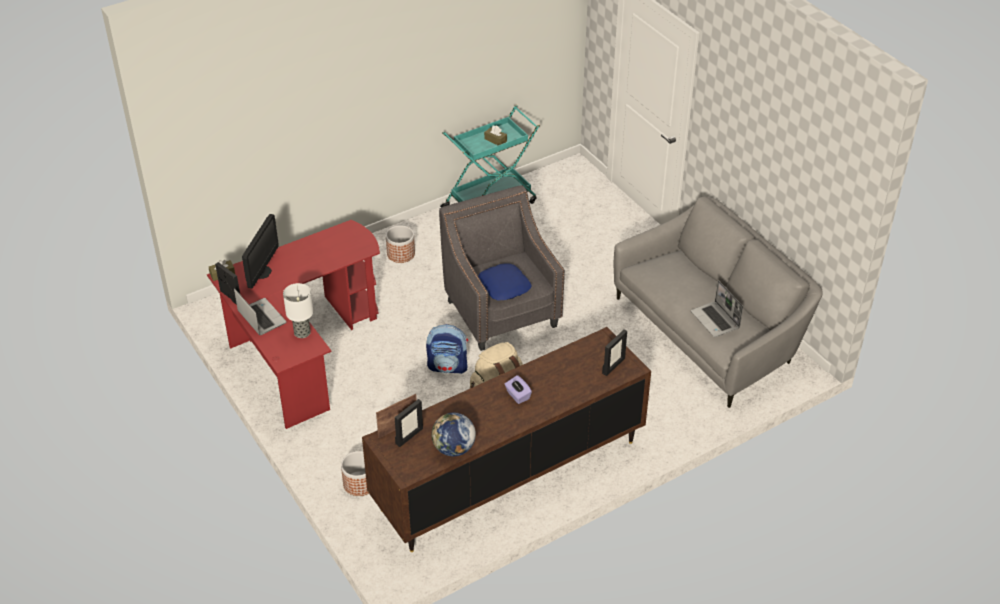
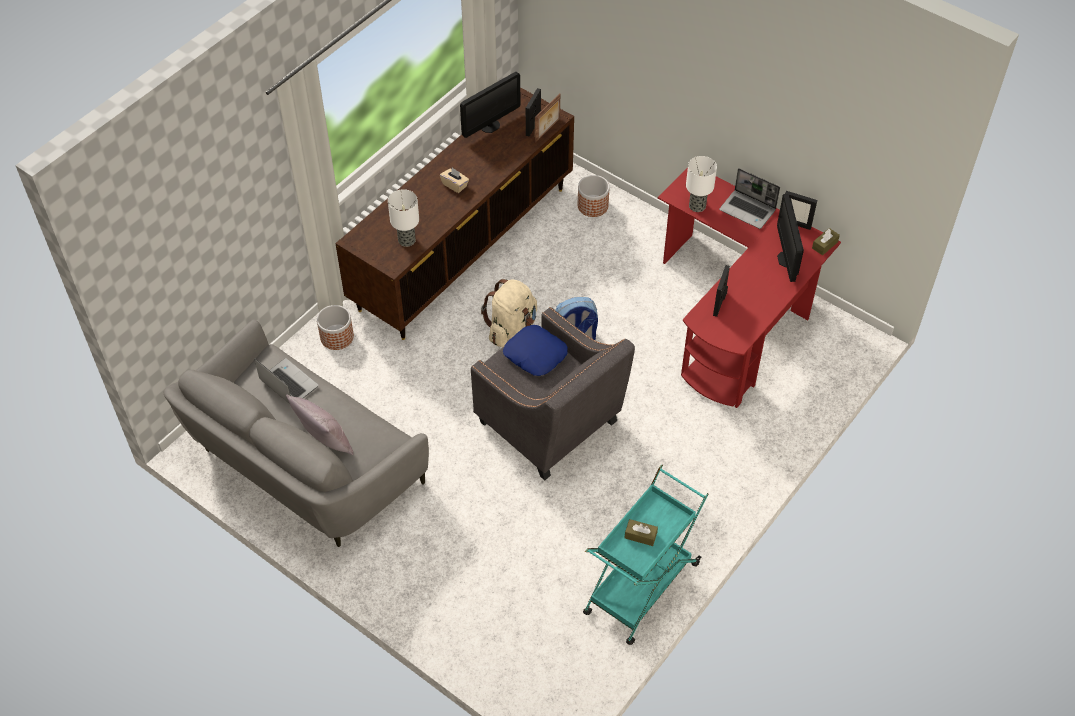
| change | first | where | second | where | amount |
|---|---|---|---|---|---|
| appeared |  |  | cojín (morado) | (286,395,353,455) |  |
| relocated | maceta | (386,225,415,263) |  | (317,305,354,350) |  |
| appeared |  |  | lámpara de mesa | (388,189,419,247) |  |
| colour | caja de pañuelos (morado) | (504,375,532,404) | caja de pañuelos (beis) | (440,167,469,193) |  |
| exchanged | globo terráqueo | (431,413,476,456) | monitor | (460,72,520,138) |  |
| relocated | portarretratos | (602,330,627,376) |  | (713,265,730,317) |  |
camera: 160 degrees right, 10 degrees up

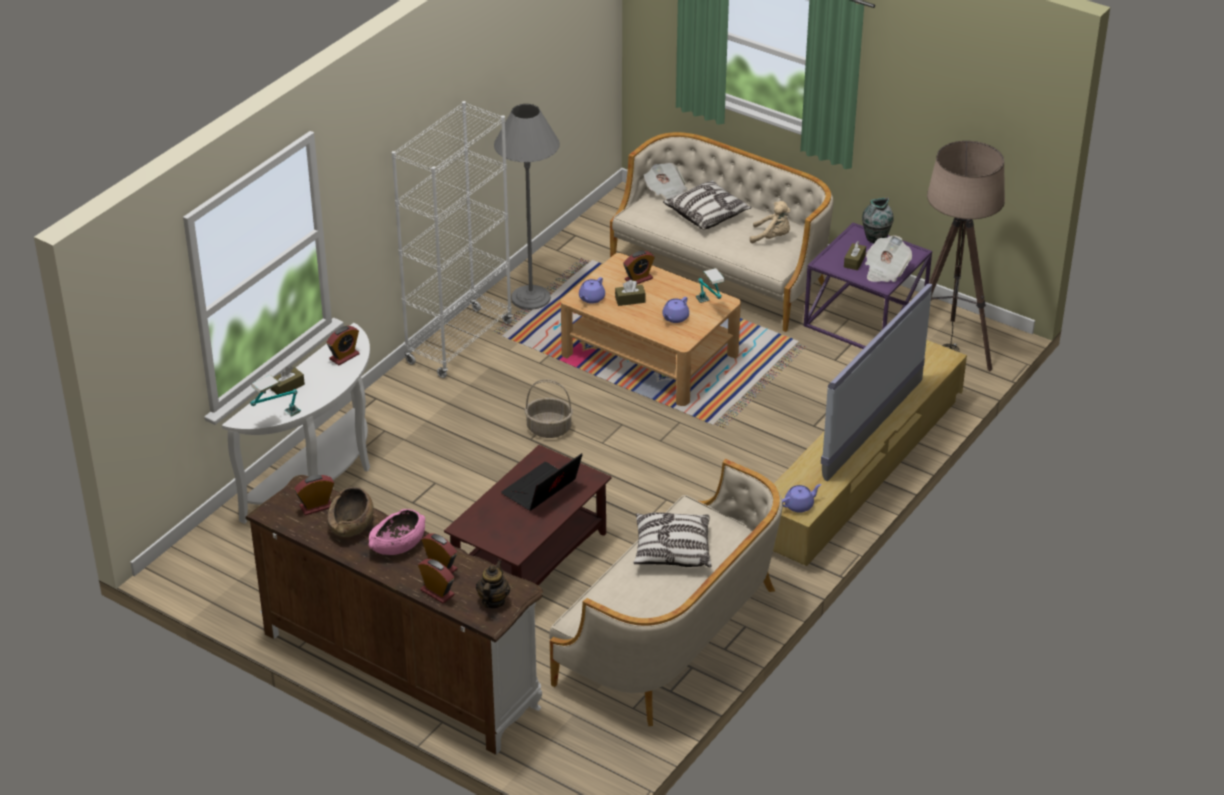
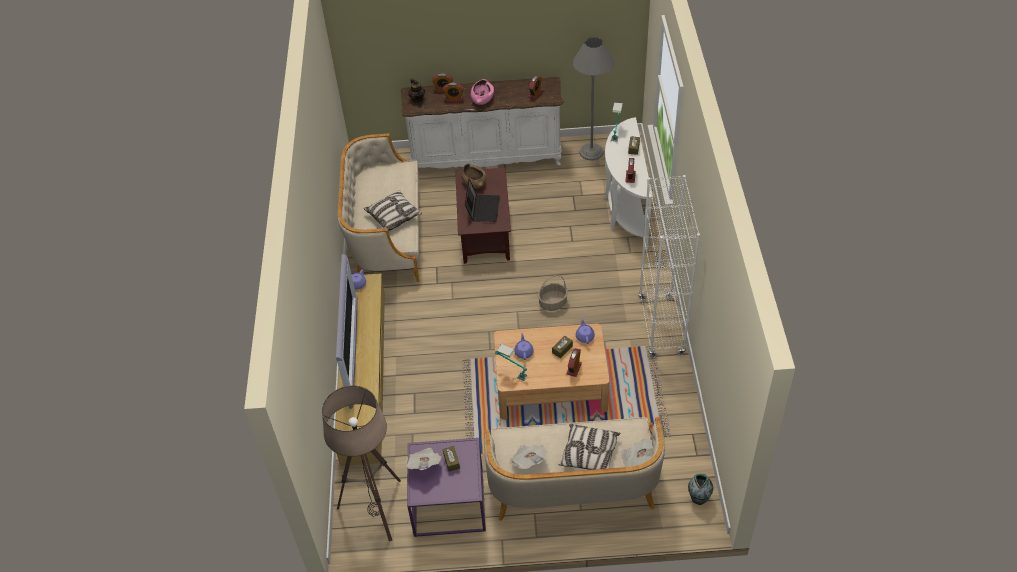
| change | first | where | second | where | amount |
|---|---|---|---|---|---|
| relocated | cuenco (marrón) | (327,487,374,537) |  | (461,163,486,189) |  |
| exchanged | peluche (beis) | (750,201,790,244) | periódico | (510,445,547,469) |  |
| relocated | lámpara de pie (gris) | (494,104,560,310) |  | (573,37,614,160) |  |
| relocated | florero | (862,198,894,243) |  | (688,473,713,505) |  |
camera: 145 degrees right, 10 degrees up

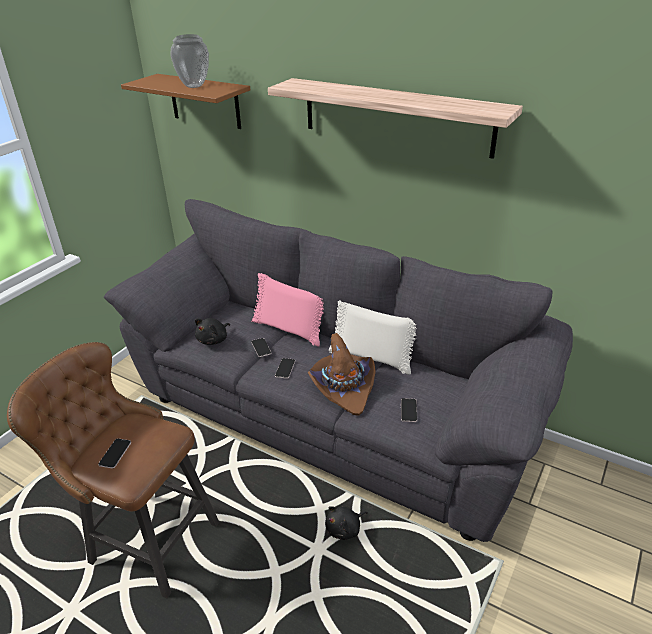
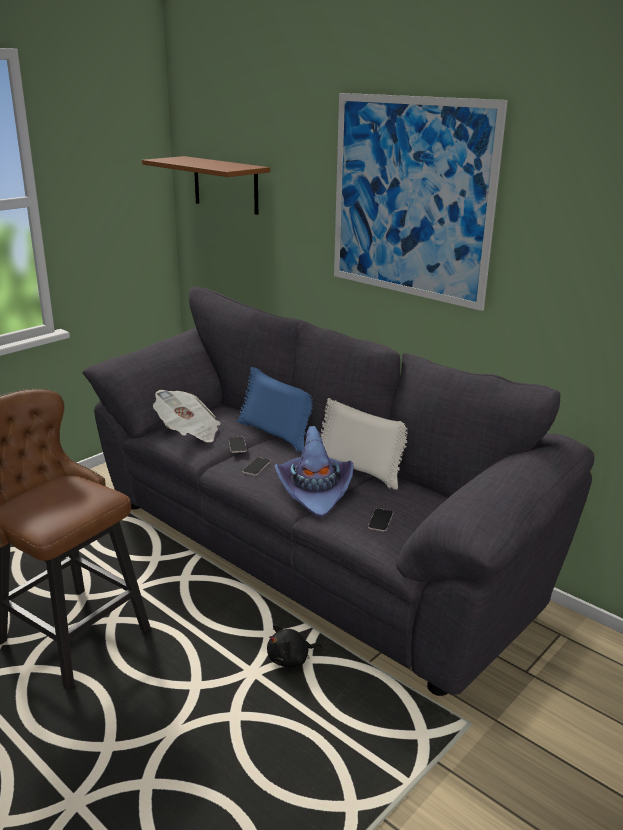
| change | first | where | second | where | amount |
|---|---|---|---|---|---|
| exchanged | peluche (negro) | (195,318,230,345) | periódico | (153,390,220,442) |  |
| colour | cojín (rosa) | (251,273,324,346) | cojín (azul) | (236,367,313,452) |  |
| colour | sombrero (marrón) | (307,333,376,416) | sombrero (morado) | (274,426,354,518) |  |
| exchanged | estante | (268,78,523,159) | cuadro | (334,93,508,311) |  |
| missing | móvil | (98,438,131,468) |  |  |  |
| missing | florero | (170,34,209,88) |  |  |  |
camera: 10 degrees right, 10 degrees down

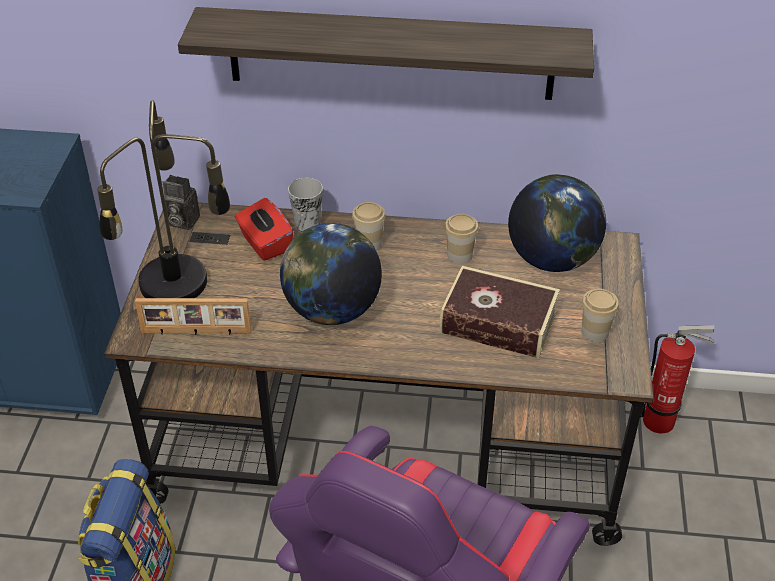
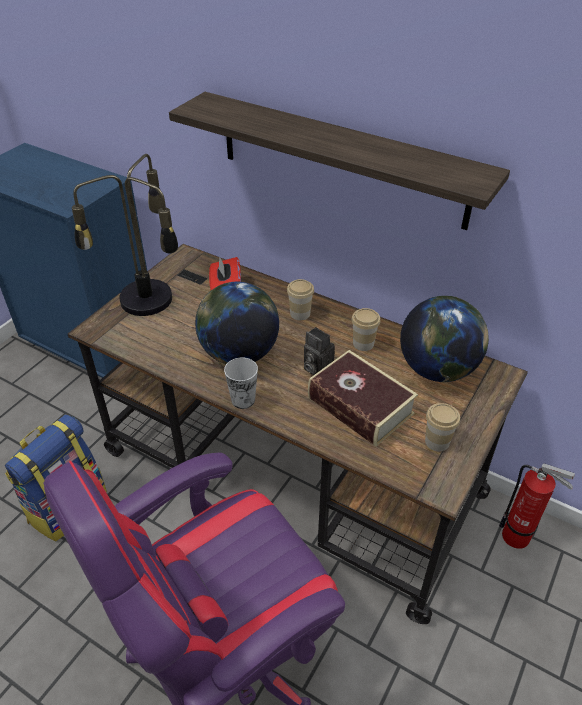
| change | first | where | second | where | amount |
|---|---|---|---|---|---|
| relocated | taza | (288,178,323,232) |  | (224,357,258,409) |  |
| relocated | cámara | (163,175,200,230) |  | (304,327,335,375) |  |
| missing | portarretratos | (135,298,251,335) |  |  |  |
camera: 25 degrees right, 0 degrees up

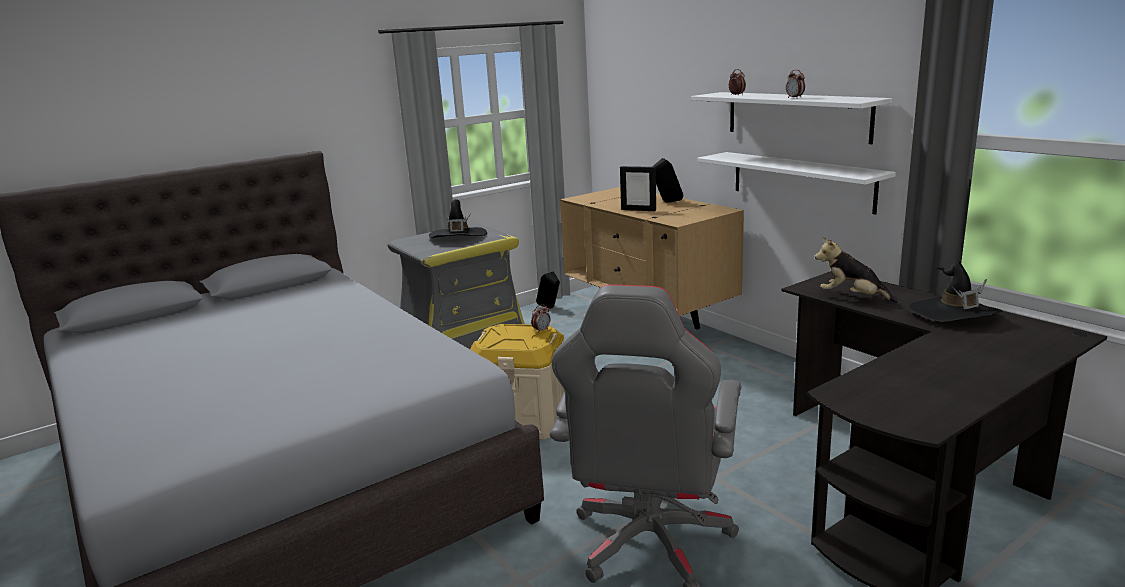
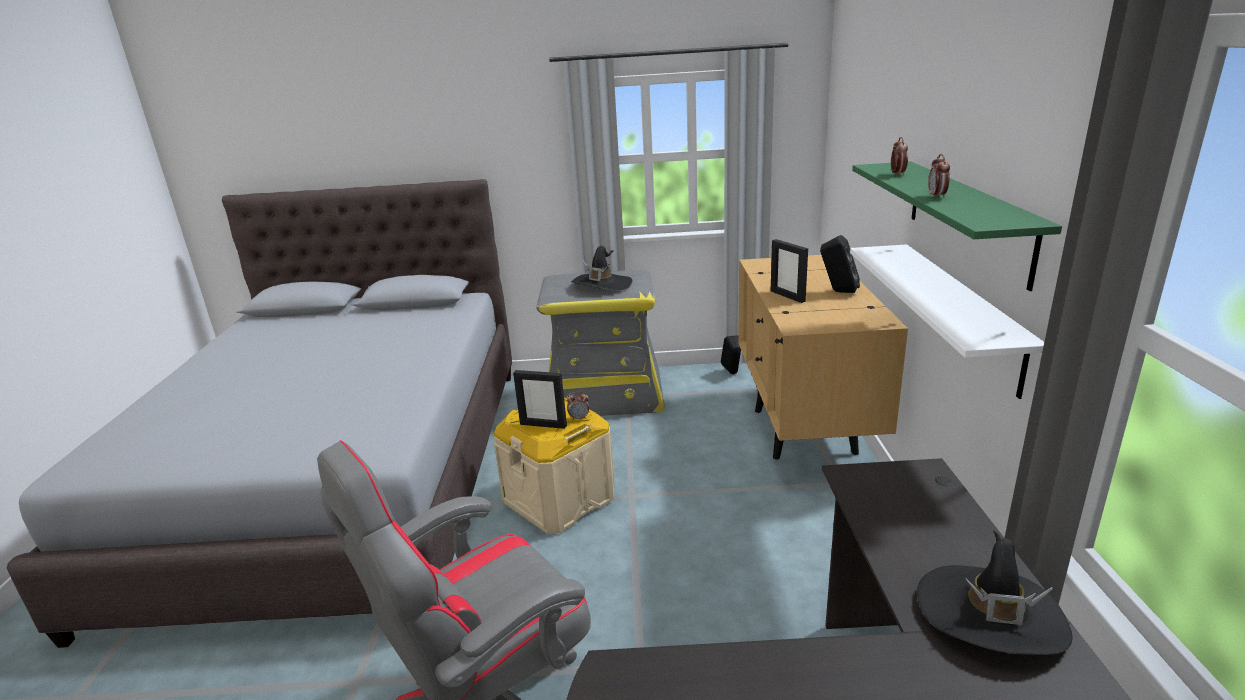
| change | first | where | second | where | amount |
|---|---|---|---|---|---|
| appeared |  |  | portarretratos | (513,370,567,429) |  |
| colour | estante (blanco) | (691,92,892,144) | estante (verde) | (852,161,1062,291) |  |
| missing | peluche | (815,237,899,303) |  |  |  |
camera: 35 degrees right, 5 degrees up

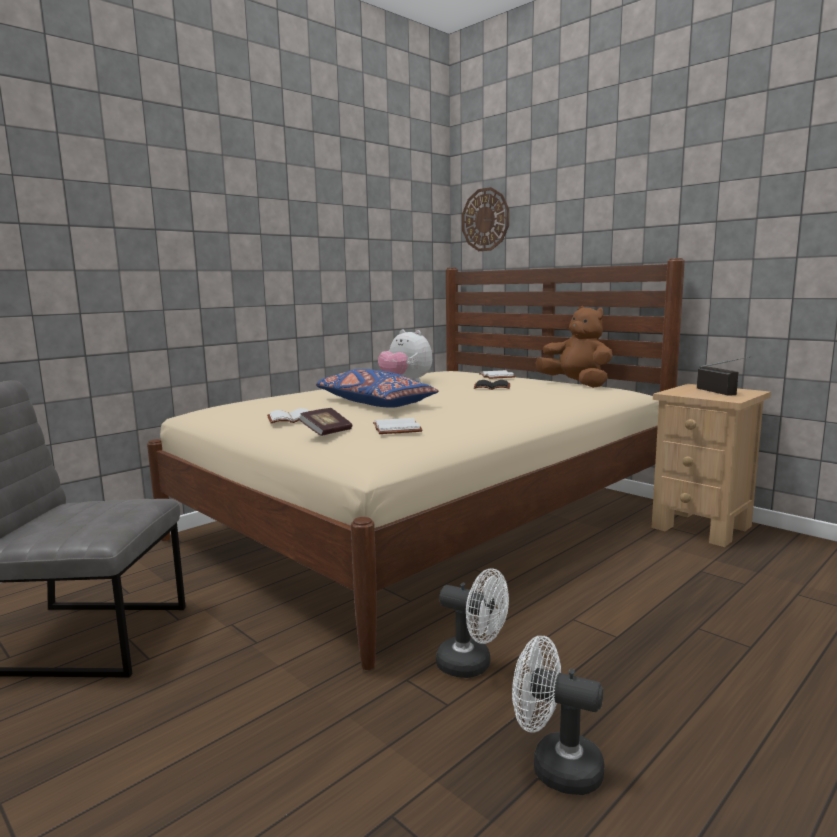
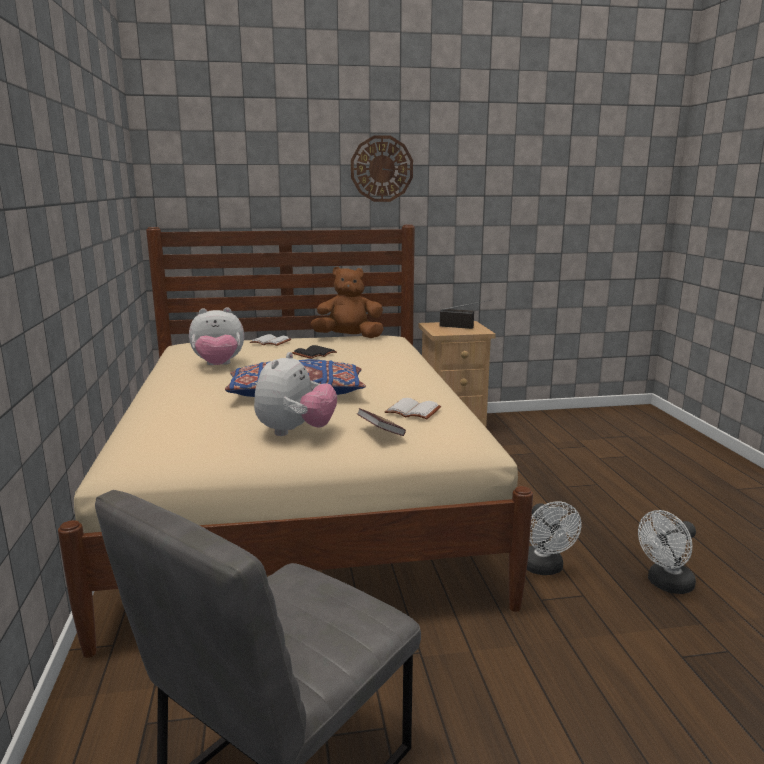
| change | first | where | second | where | amount |
|---|---|---|---|---|---|
| exchanged | libro (blanco) | (267,408,308,423) | peluche | (254,352,337,436) |  |
| relocated | reloj de pared | (462,187,509,251) |  | (351,135,413,202) |  |
| spun | ventilador (blanco) | (436,568,509,678) |  | (527,501,581,575) | 105 degrees clockwise |
camera: 55 degrees left, 5 degrees up

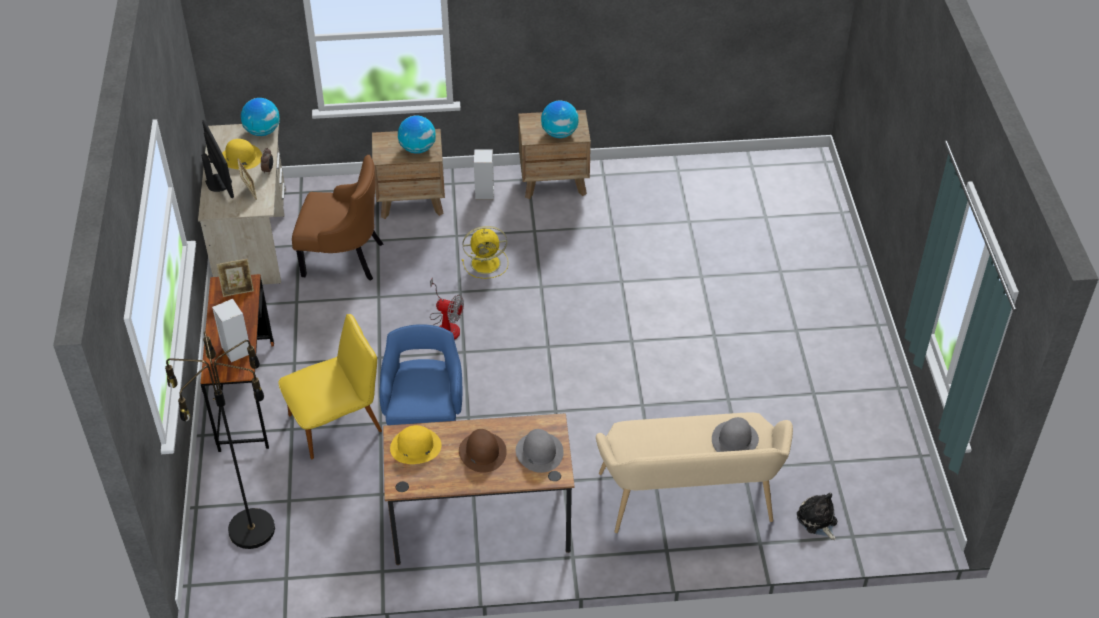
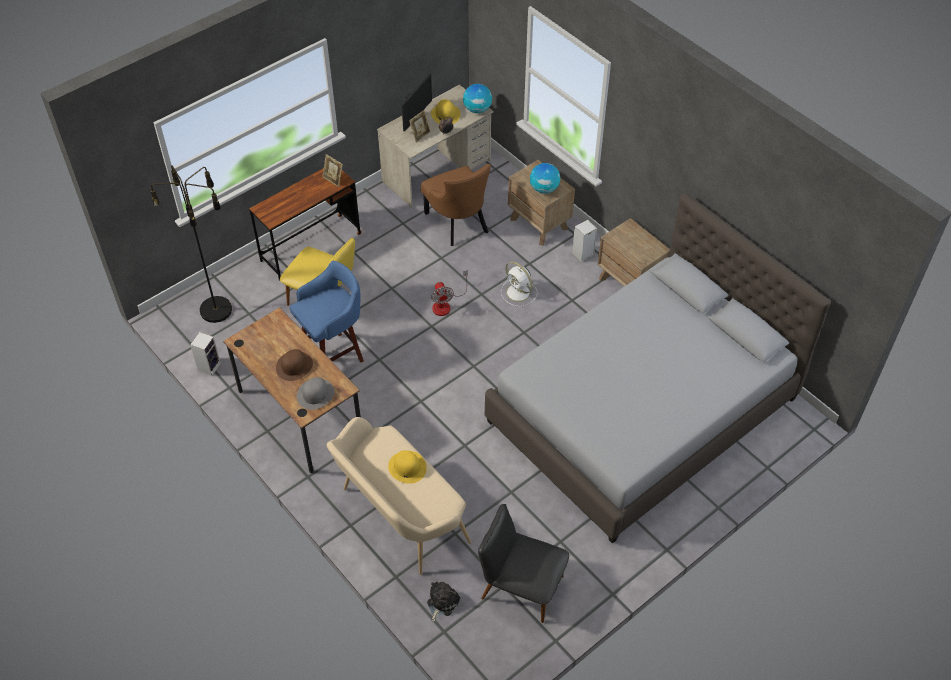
| change | first | where | second | where | amount |
|---|---|---|---|---|---|
| relocated | altavoz | (212,299,249,362) |  | (190,332,221,376) |  |
| relocated | sombrero (amarillo) | (390,425,441,464) |  | (388,450,427,484) |  |
| appeared |  |  | silla (negro) | (478,504,569,623) |  |
| appeared |  |  | cama (gris) | (485,193,831,544) |  |
| colour | ventilador (amarillo) | (462,226,508,279) | ventilador (blanco) | (501,262,538,307) |  |
| missing | globo terráqueo | (541,100,579,138) |  |  |  |
| missing | sombrero (gris) | (712,417,759,452) |  |  |  |
camera: 55 degrees right, 5 degrees up

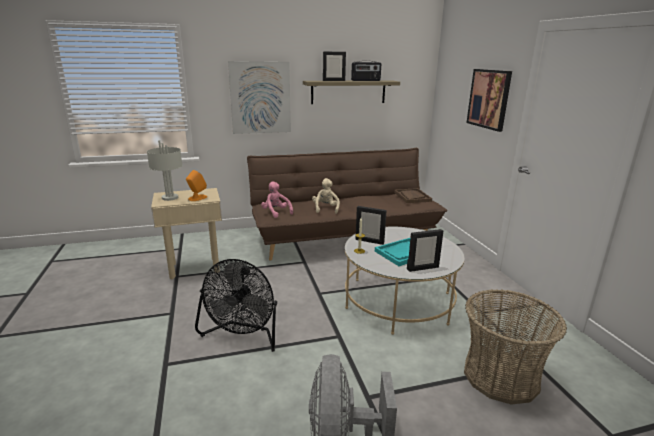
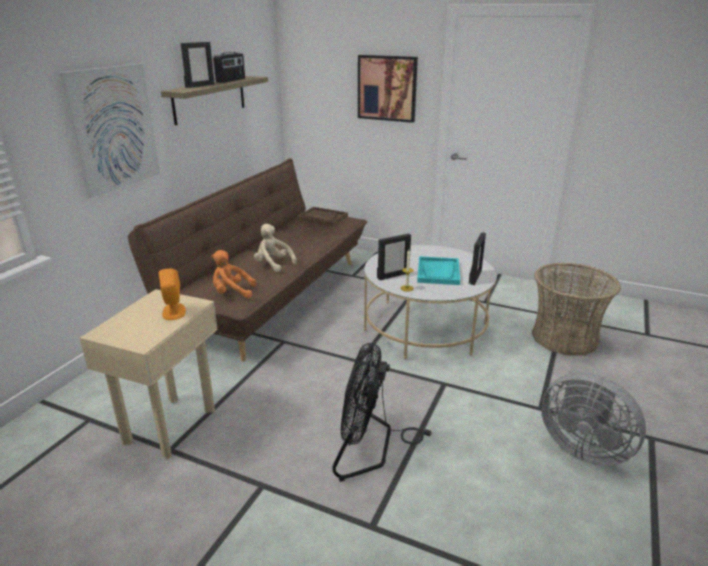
| change | first | where | second | where | amount |
|---|---|---|---|---|---|
| colour | peluche (rosa) | (261,181,293,218) | peluche (naranja) | (211,250,256,299) |  |
| spun | ventilador (negro) | (195,259,277,352) |  | (332,342,433,482) | 135 degrees clockwise |
| missing | lámpara de mesa (gris) | (147,140,183,201) |  |  |  |
camera: 50 degrees left, 5 degrees up

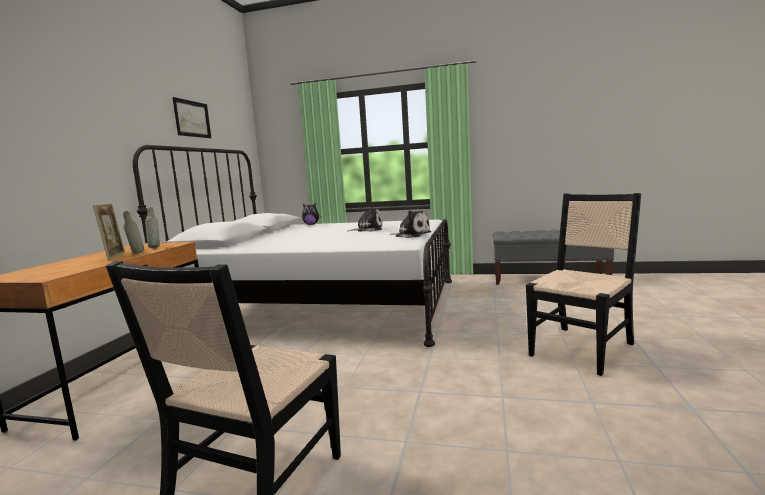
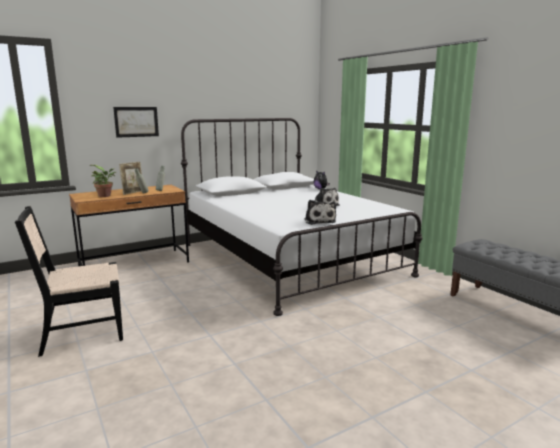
| change | first | where | second | where | amount |
|---|---|---|---|---|---|
| appeared |  |  | planta en maceta | (89,165,116,197) |  |
| relocated | cuadro | (172,97,211,138) |  | (113,107,159,138) |  |
| missing | silla | (526,193,641,376) |  |  |  |
camera: 45 degrees right, 5 degrees up

